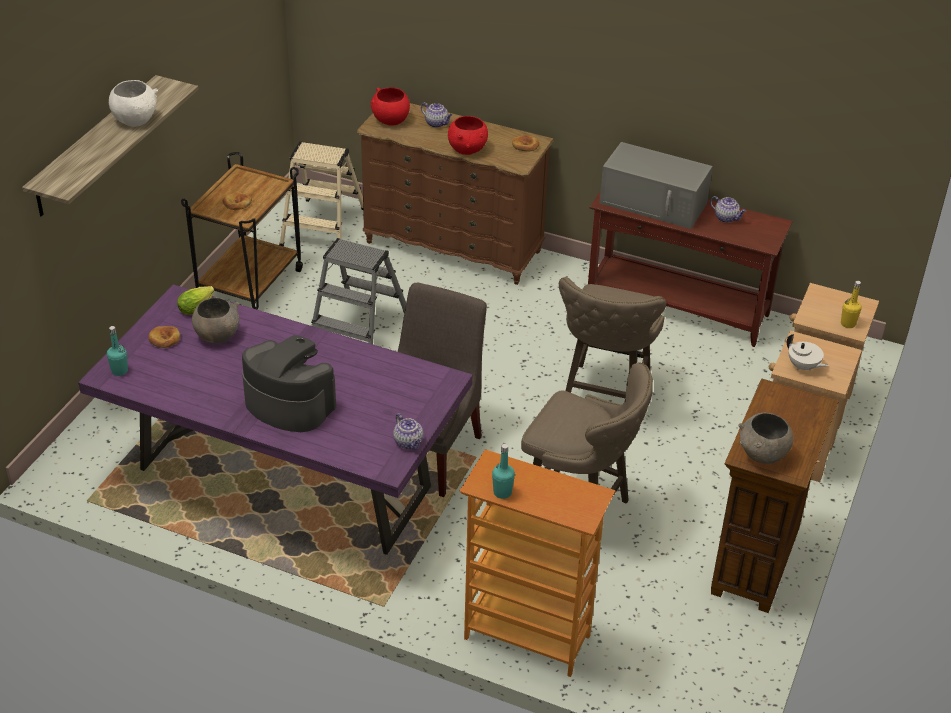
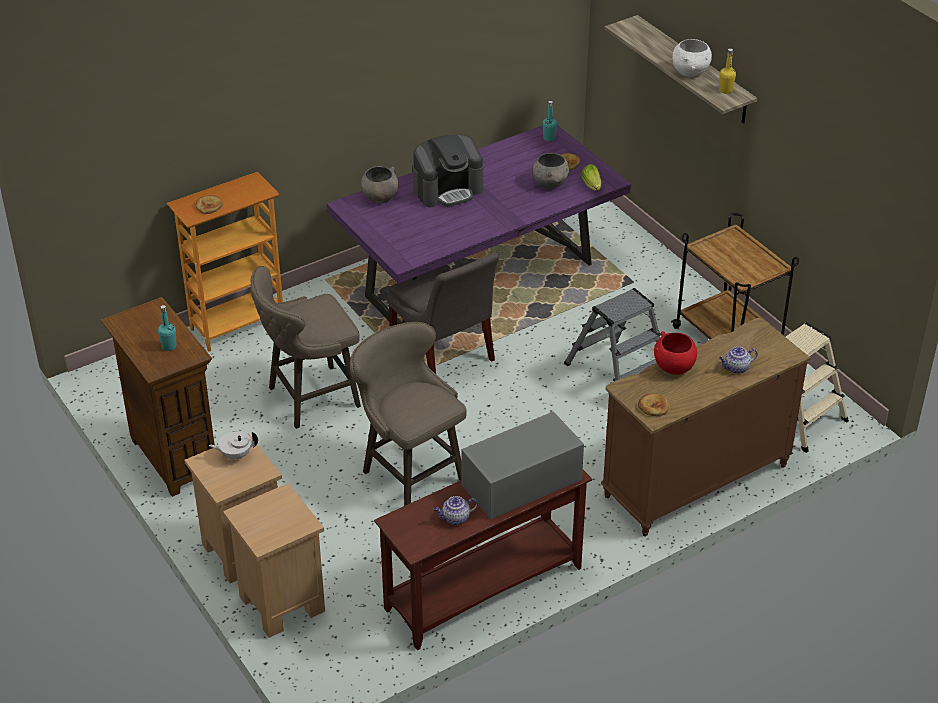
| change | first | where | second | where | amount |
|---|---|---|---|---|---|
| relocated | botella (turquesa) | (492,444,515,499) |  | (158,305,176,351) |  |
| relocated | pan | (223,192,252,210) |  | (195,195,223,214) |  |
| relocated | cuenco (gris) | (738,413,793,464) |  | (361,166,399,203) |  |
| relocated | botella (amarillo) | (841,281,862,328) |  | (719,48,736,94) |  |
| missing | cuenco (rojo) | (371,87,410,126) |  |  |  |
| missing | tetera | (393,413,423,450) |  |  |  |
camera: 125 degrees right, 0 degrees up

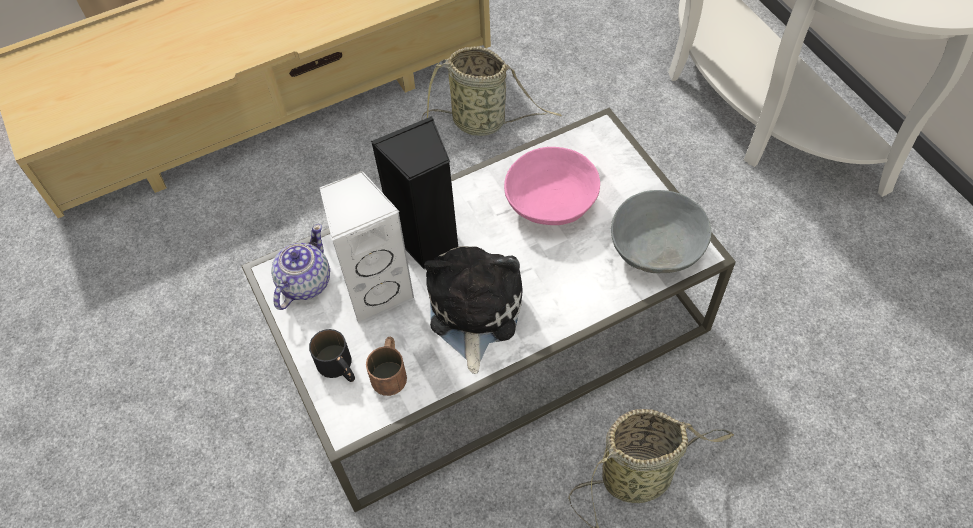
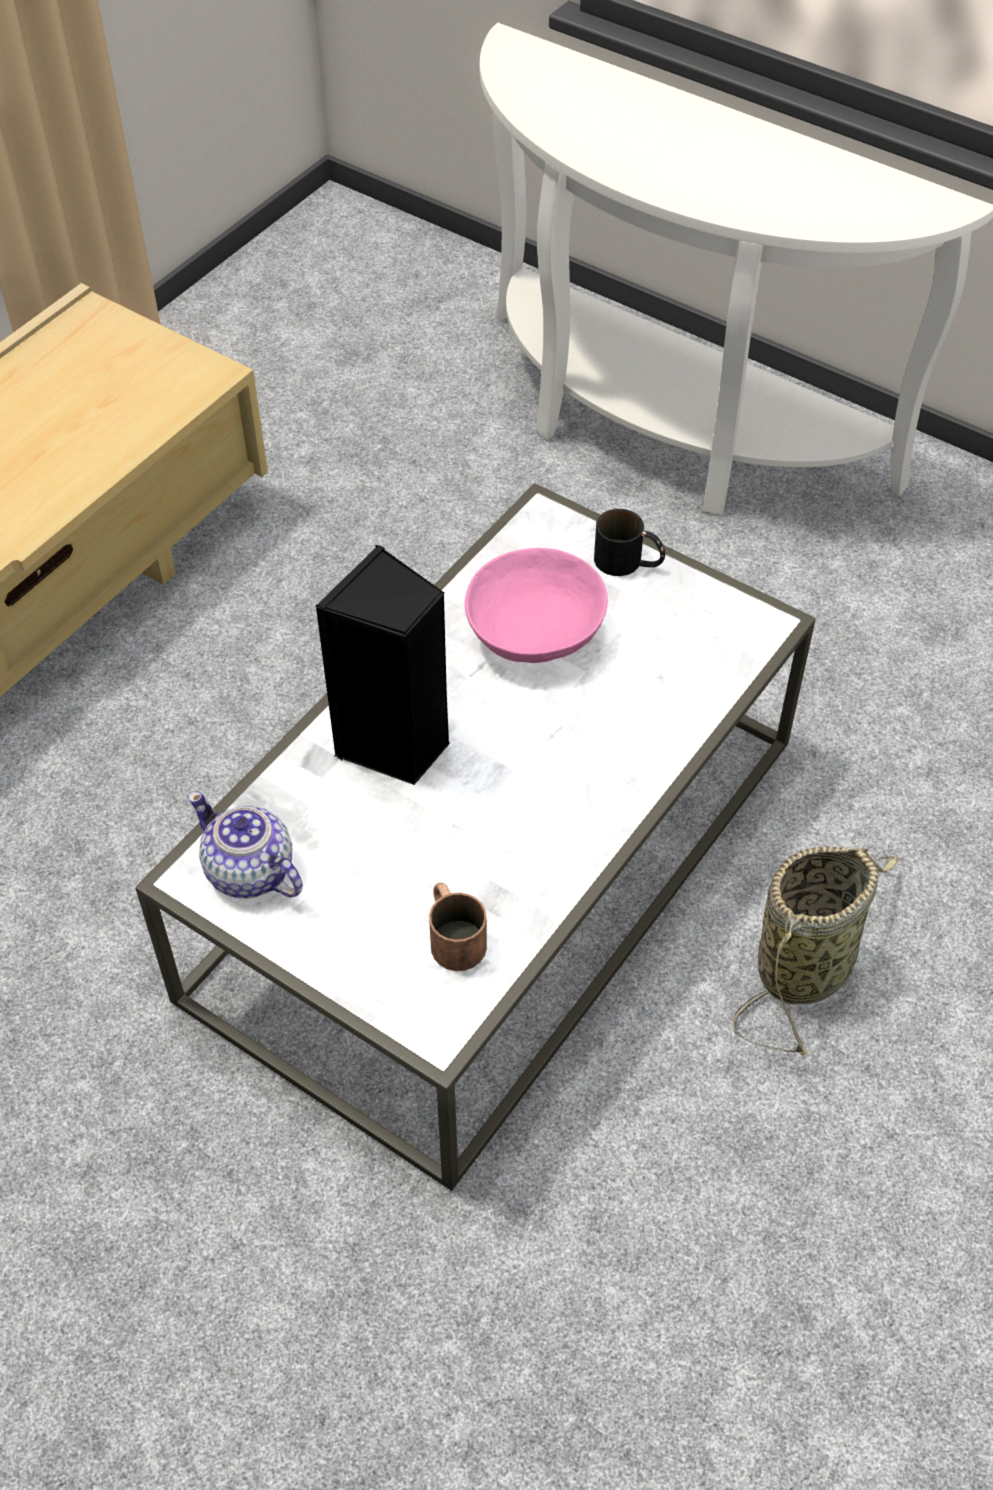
| change | first | where | second | where | amount |
|---|---|---|---|---|---|
| spun | tetera | (271,224,330,310) |  | (187,791,303,898) | 45 degrees counterclockwise |
| relocated | taza grande (negro) | (309,329,355,382) |  | (594,509,665,576) |  |
| missing | altavoz (blanco) | (320,171,416,324) |  |  |  |
| missing | cesta | (422,46,562,136) |  |  |  |
| missing | peluche | (424,246,523,374) |  |  |  |
| missing | cuenco (gris) | (611,190,712,273) |  |  |  |
camera: 30 degrees left, 5 degrees down

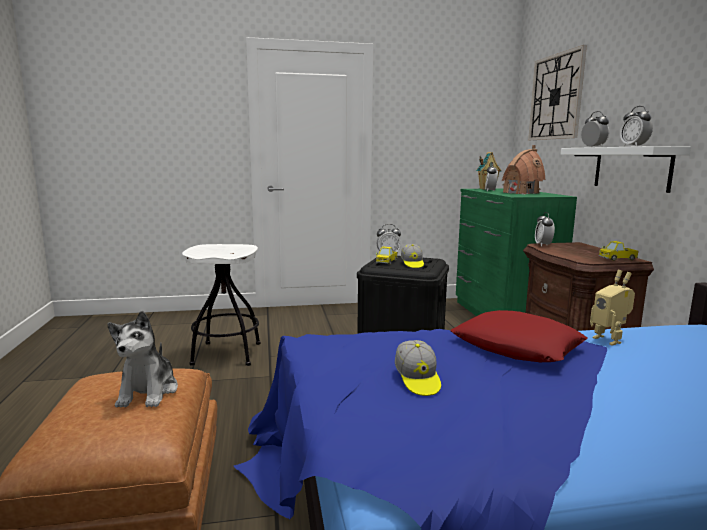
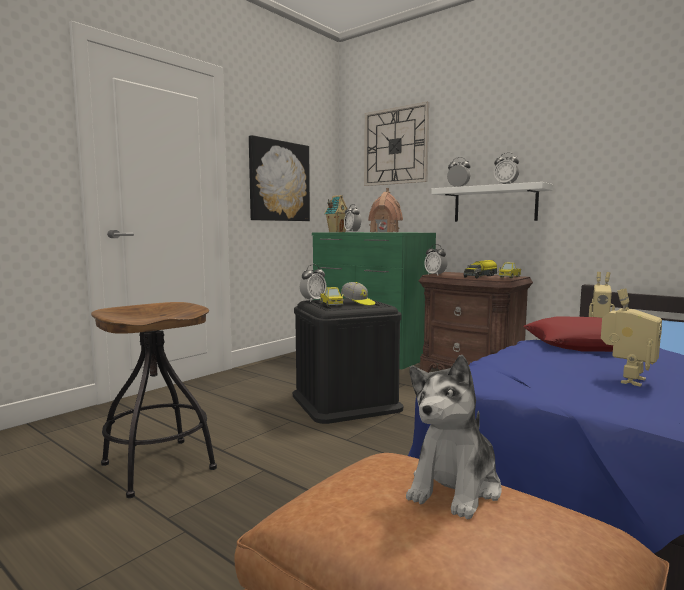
| change | first | where | second | where | amount |
|---|---|---|---|---|---|
| colour | taburete (blanco) | (182,244,261,366) | taburete (marrón) | (91,302,217,498) |  |
| appeared |  |  | cuadro | (249,135,310,221) |  |
| spun | peluche | (108,311,178,408) |  | (406,355,502,520) | 75 degrees clockwise |
| appeared |  |  | camión de juguete | (463,260,497,278) |  |
| exchanged | gorra | (395,340,441,396) | robot de juguete | (601,289,662,386) |  |
camera: 40 degrees left, 5 degrees down

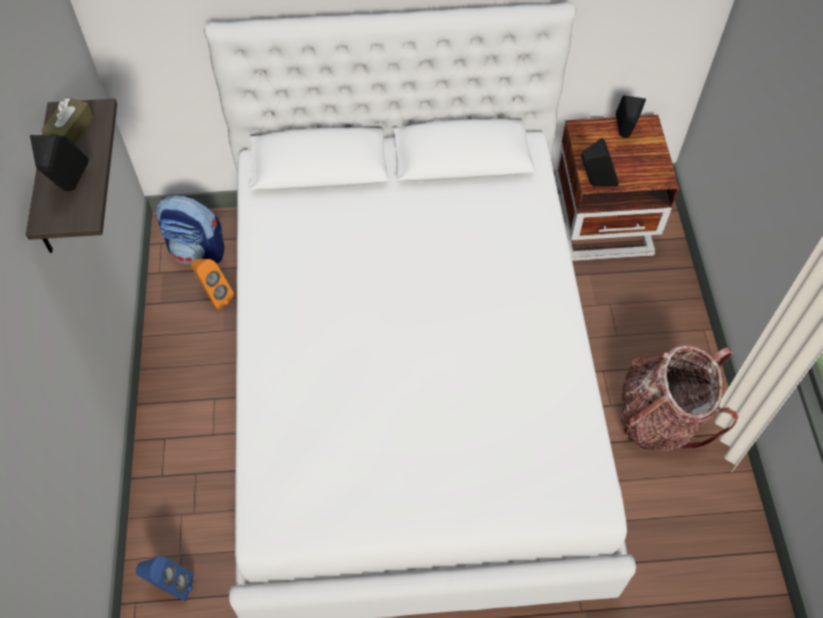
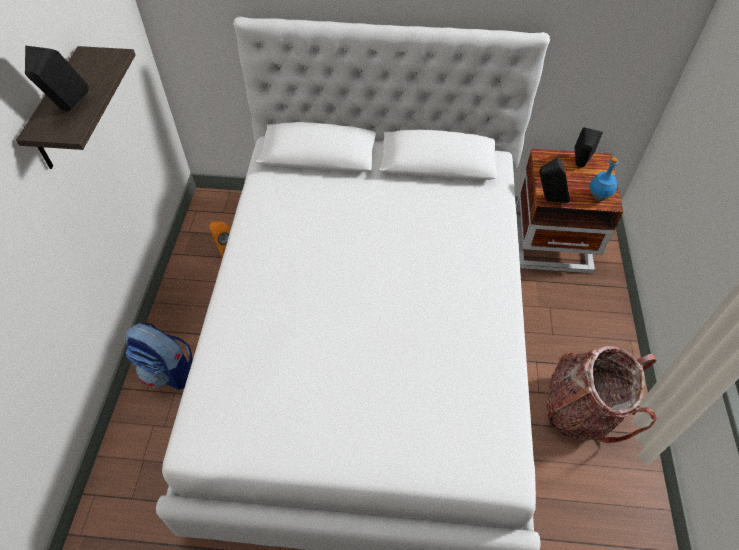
| change | first | where | second | where | amount |
|---|---|---|---|---|---|
| relocated | mochila | (156,195,225,264) |  | (126,323,193,390) |  |
| appeared |  |  | botella (azul) | (589,157,618,201) |  |
| missing | caja de pañuelos (marrón) | (41,97,94,144) |  |  |  |
| missing | altavoz (azul) | (136,557,193,601) |  |  |  |
camera: 10 degrees right, 5 degrees down

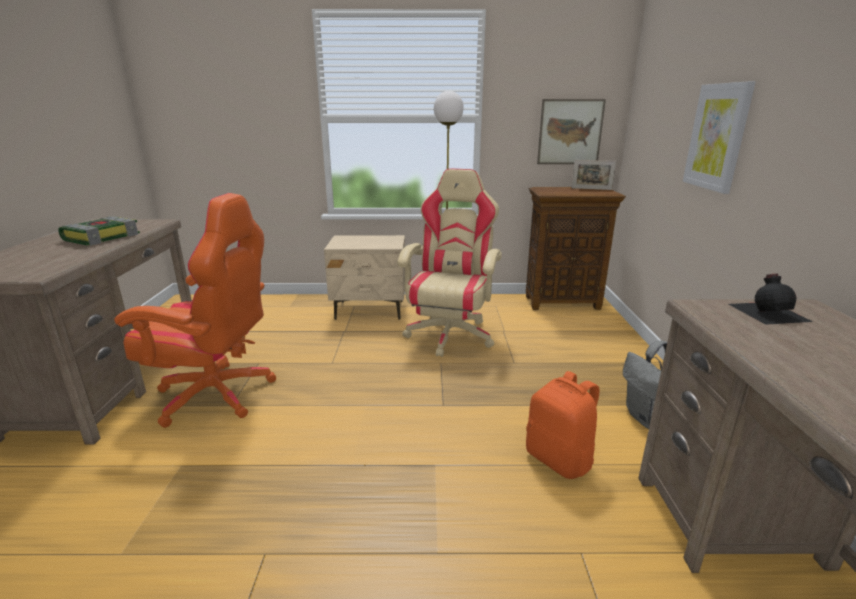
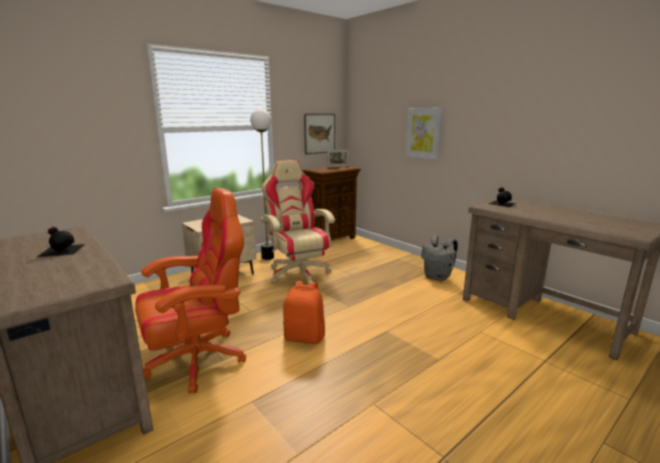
| change | first | where | second | where | amount |
|---|---|---|---|---|---|
| exchanged | libro | (58,216,140,246) | botella (negro) | (37,227,85,257) |  |
| relocated | mochila (naranja) | (526,371,600,479) |  | (283,281,325,344) |  |
camera: 40 degrees left, 5 degrees down

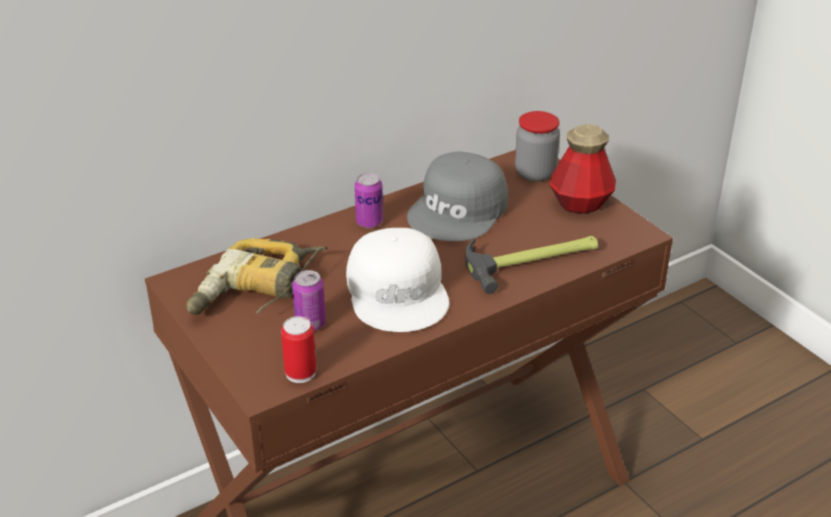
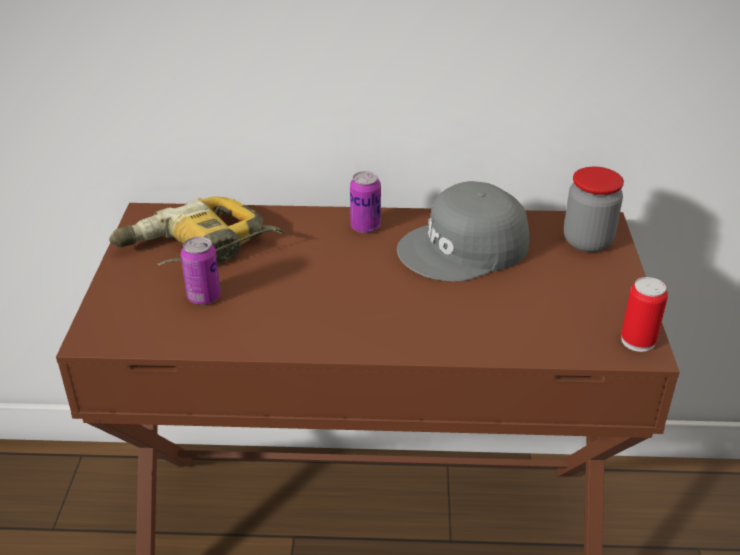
| change | first | where | second | where | amount |
|---|---|---|---|---|---|
| relocated | lata | (281,316,316,383) |  | (621,277,668,352) |  |
| missing | gorra (blanco) | (346,228,450,332) |  |  |  |
| missing | martillo | (465,236,598,294) |  |  |  |
| missing | botella | (550,124,616,214) |  |  |  |
camera: 35 degrees right, 0 degrees up

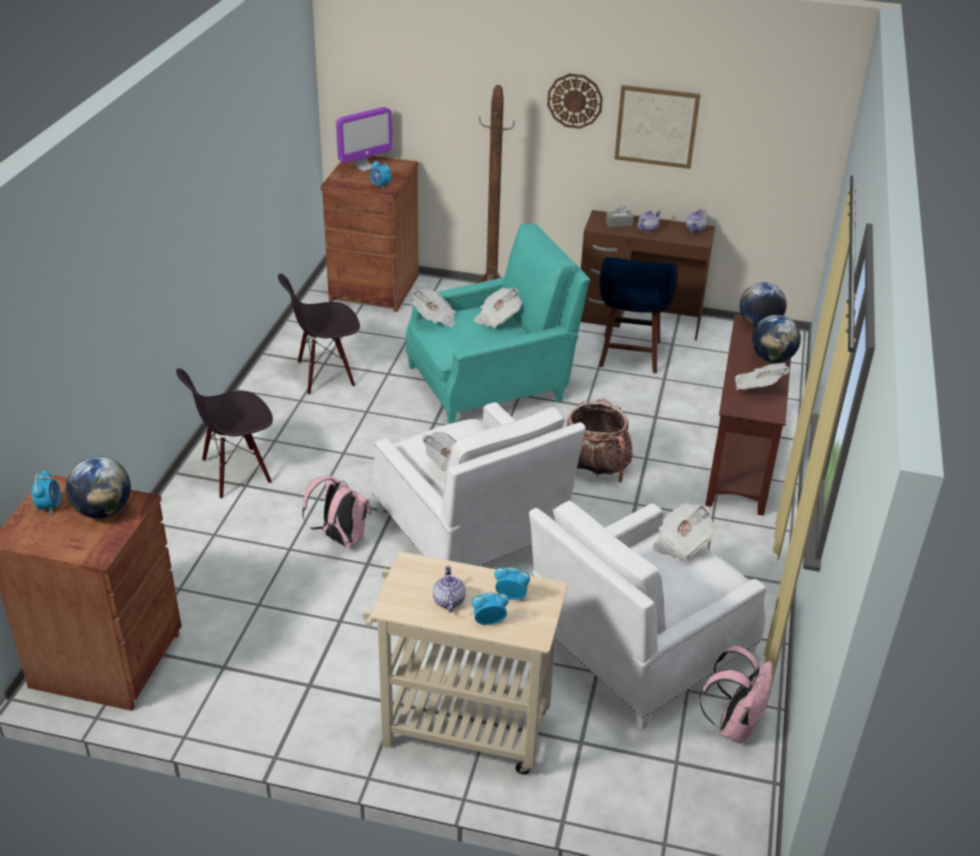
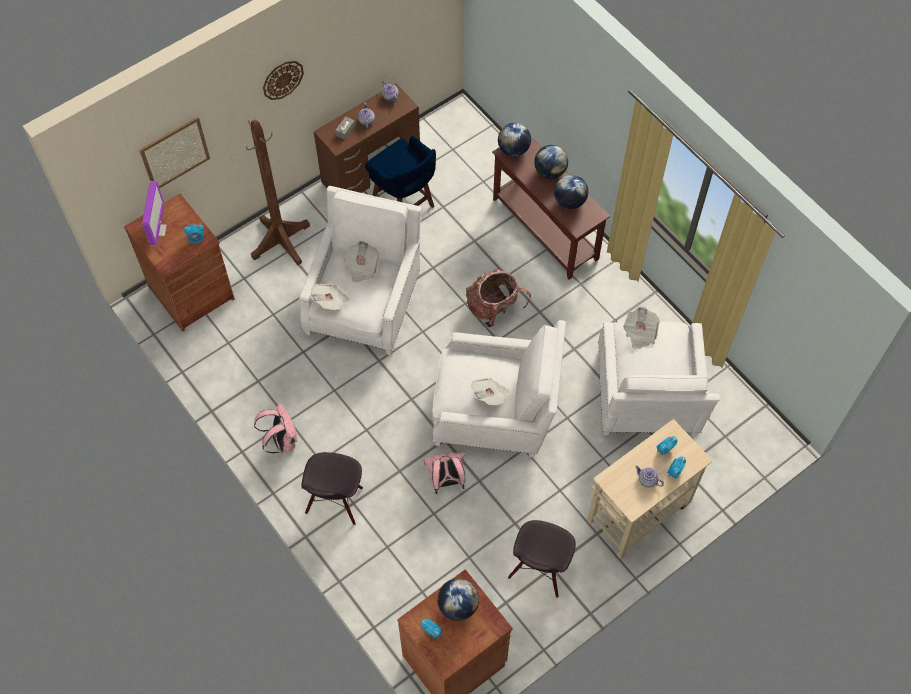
| change | first | where | second | where | amount |
|---|---|---|---|---|---|
| relocated | cuadro | (614,85,701,169) |  | (139,117,210,188) |  |
| relocated | mochila (rosa) | (699,646,773,743) |  | (254,403,297,454) |  |
| colour | sillón (turquesa) | (405,224,590,424) | sillón (blanco) | (299,186,421,355) |  |
| relocated | silla (negro) | (278,274,360,395) |  | (508,520,576,598) |  |
| exchanged | periódico | (735,363,789,390) | globo terráqueo | (554,175,588,209) |  |
camera: 50 degrees left, 25 degrees up

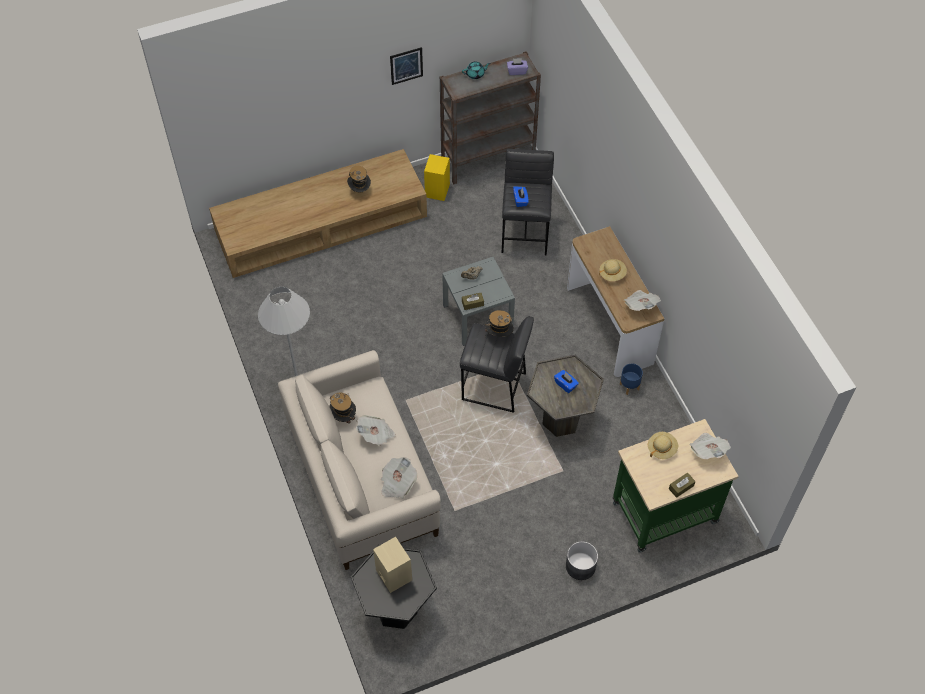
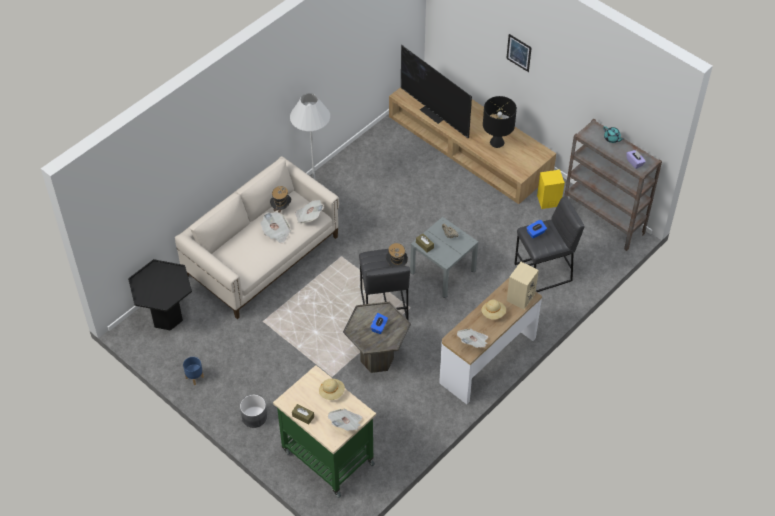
| change | first | where | second | where | amount |
|---|---|---|---|---|---|
| relocated | maceta (azul) | (620,364,643,395) |  | (183,357,204,385) |  |
| relocated | periódico | (381,457,417,499) |  | (295,200,324,223) |  |
| appeared |  |  | televisor | (401,45,472,138) |  |
| exchanged | sombrero | (347,166,371,192) | lámpara de mesa (negro) | (483,96,517,148) |  |
| relocated | cuadro | (390,47,423,85) |  | (506,34,532,72) |  |
| relocated | altavoz (beis) | (373,537,412,593) |  | (507,262,539,309) |  |
camera: 65 degrees right, 5 degrees down

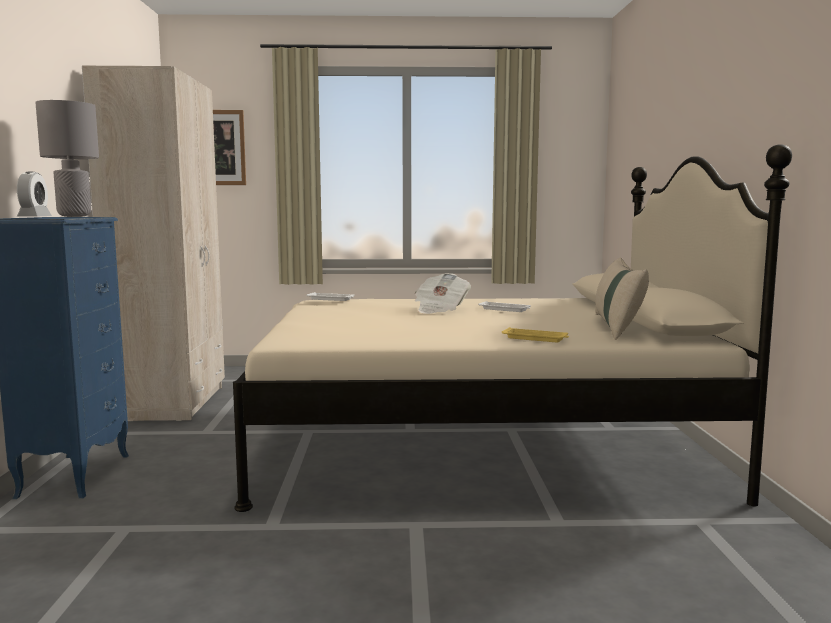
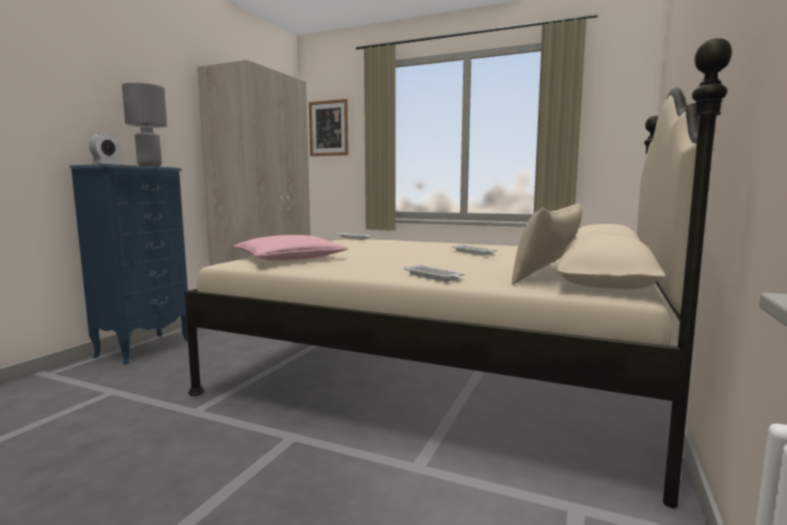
| change | first | where | second | where | amount |
|---|---|---|---|---|---|
| appeared |  |  | cojín (rosa) | (234,235,348,261) |  |
| colour | bandeja (amarillo) | (502,327,569,342) | bandeja (blanco) | (404,265,464,282) |  |
| missing | periódico | (415,273,471,314) |  |  |  |
camera: 25 degrees right, 0 degrees up

